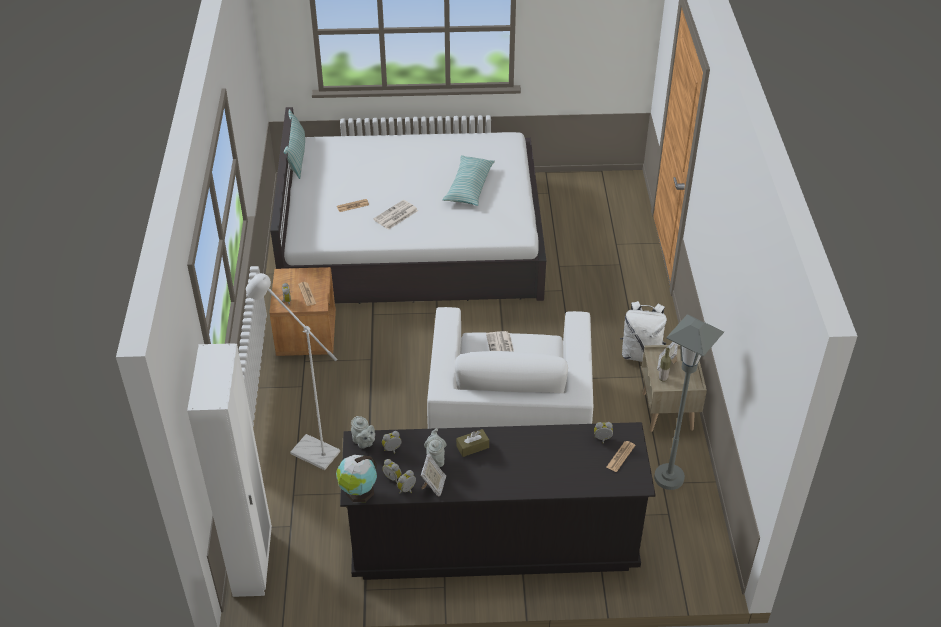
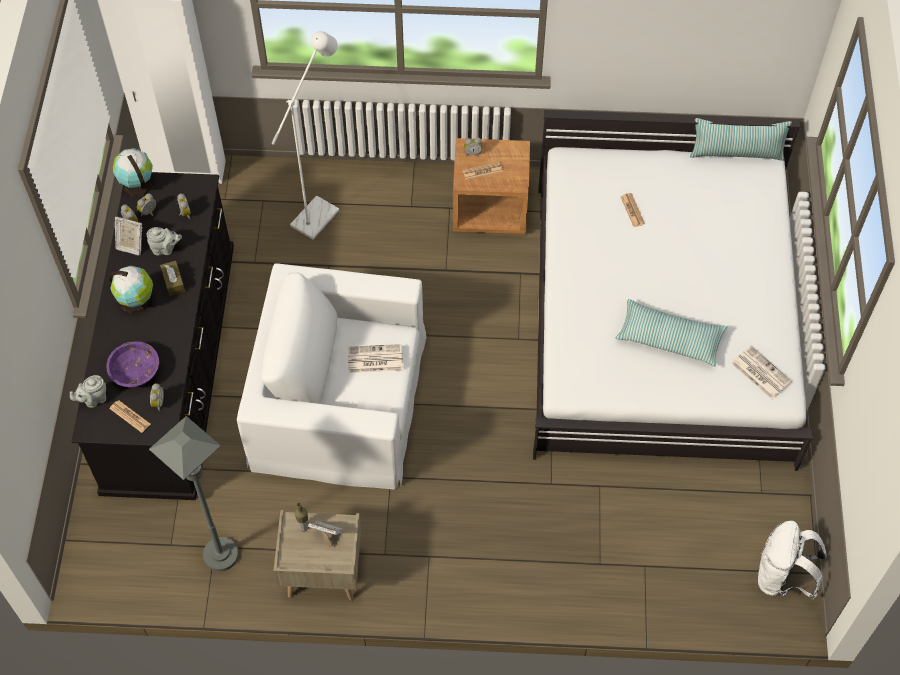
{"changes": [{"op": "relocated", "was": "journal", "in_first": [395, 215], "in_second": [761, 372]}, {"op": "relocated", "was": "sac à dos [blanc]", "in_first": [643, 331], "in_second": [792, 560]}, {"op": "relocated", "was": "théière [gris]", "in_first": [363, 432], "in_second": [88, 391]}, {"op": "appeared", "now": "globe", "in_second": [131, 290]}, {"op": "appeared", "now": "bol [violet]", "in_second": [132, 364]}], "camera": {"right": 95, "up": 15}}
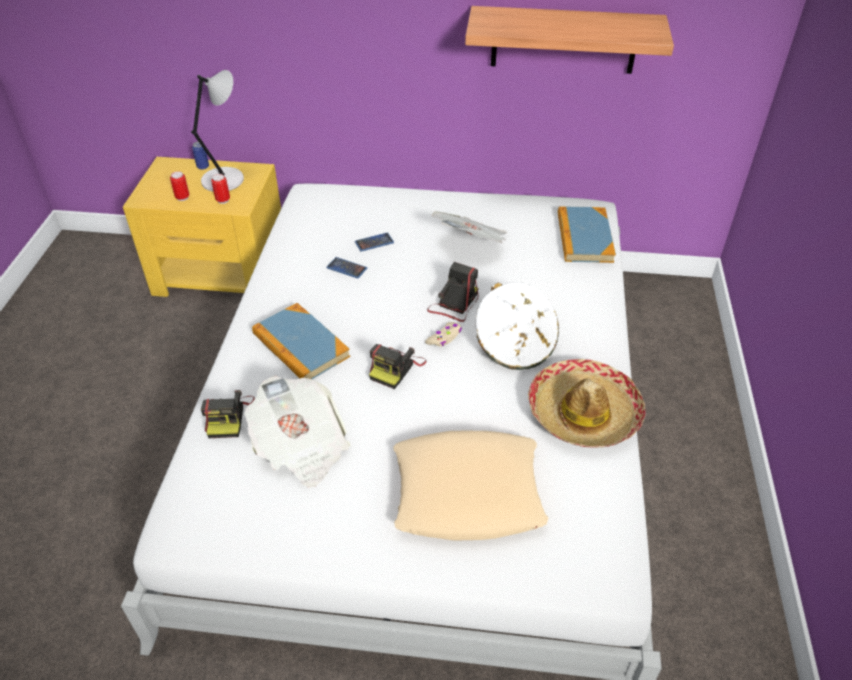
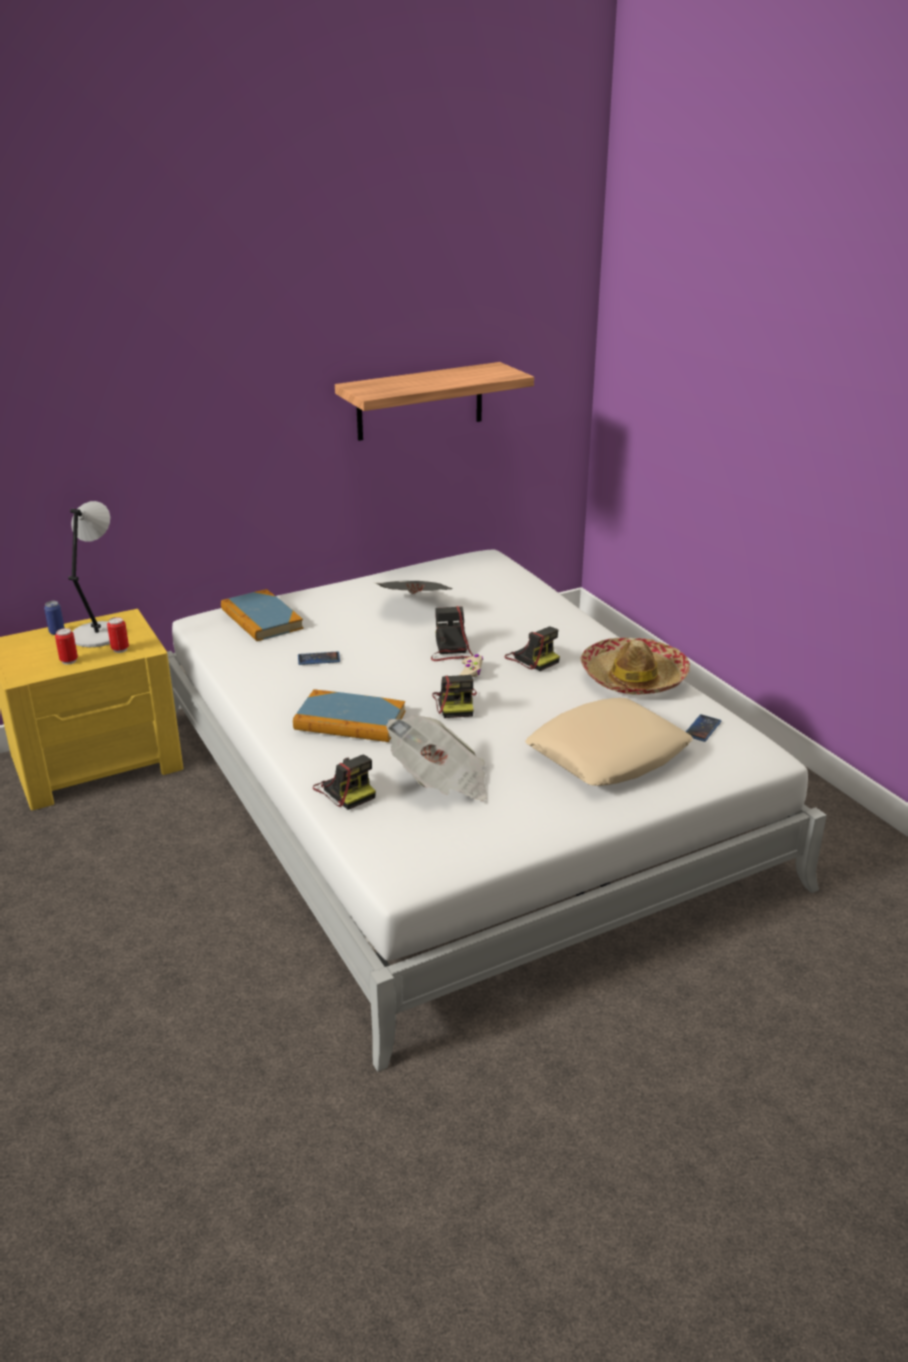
{"changes": [{"op": "relocated", "was": "livre", "in_first": [587, 234], "in_second": [262, 615]}, {"op": "relocated", "was": "téléphone", "in_first": [374, 242], "in_second": [703, 728]}, {"op": "exchanged", "was": "chapeau [blanc]", "now": "appareil photo", "in_first": [517, 326], "in_second": [532, 648]}], "camera": {"right": -35, "up": -15}}
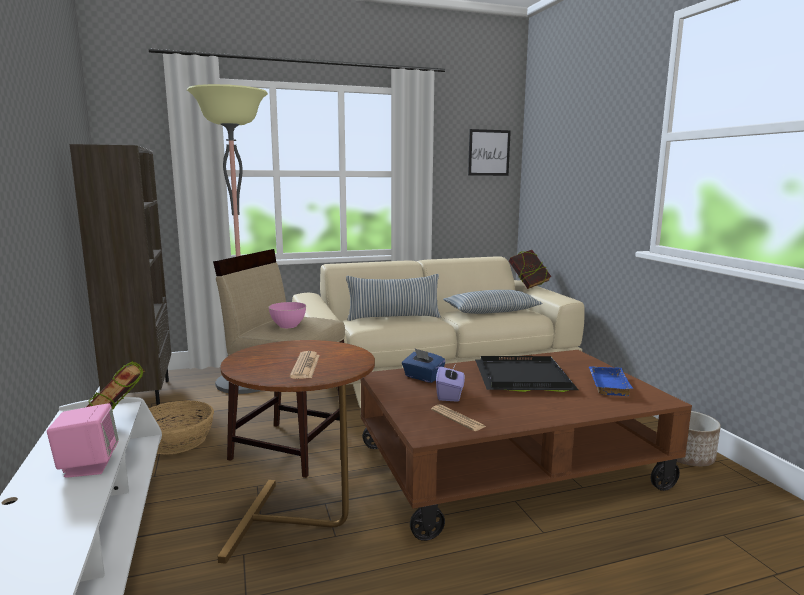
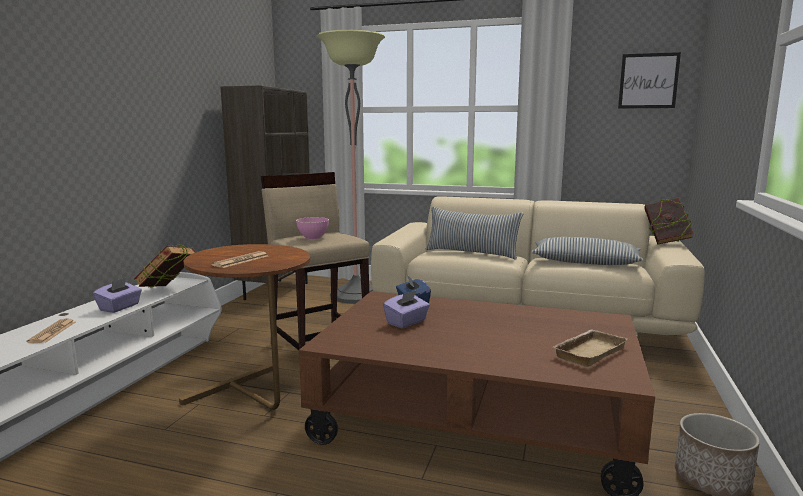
{"changes": [{"op": "missing", "was": "plateau [noir]", "in_first": [526, 374]}, {"op": "colour", "was": "plateau [bleu]", "now": "plateau [beige]", "in_first": [611, 381], "in_second": [590, 348]}, {"op": "missing", "was": "panier", "in_first": [181, 427]}, {"op": "exchanged", "was": "enceinte [rose]", "now": "boîte à mouchoirs [violet]", "in_first": [83, 440], "in_second": [117, 295]}, {"op": "relocated", "was": "journal", "in_first": [458, 417], "in_second": [51, 330]}], "camera": {"right": 35, "up": 0}}
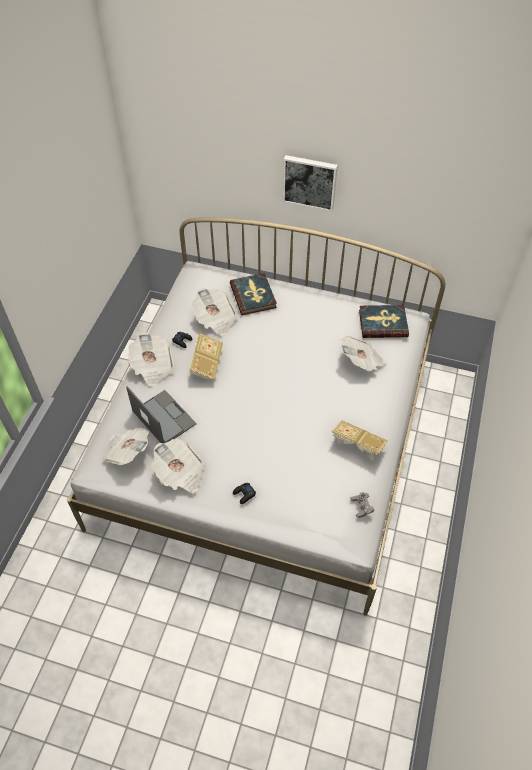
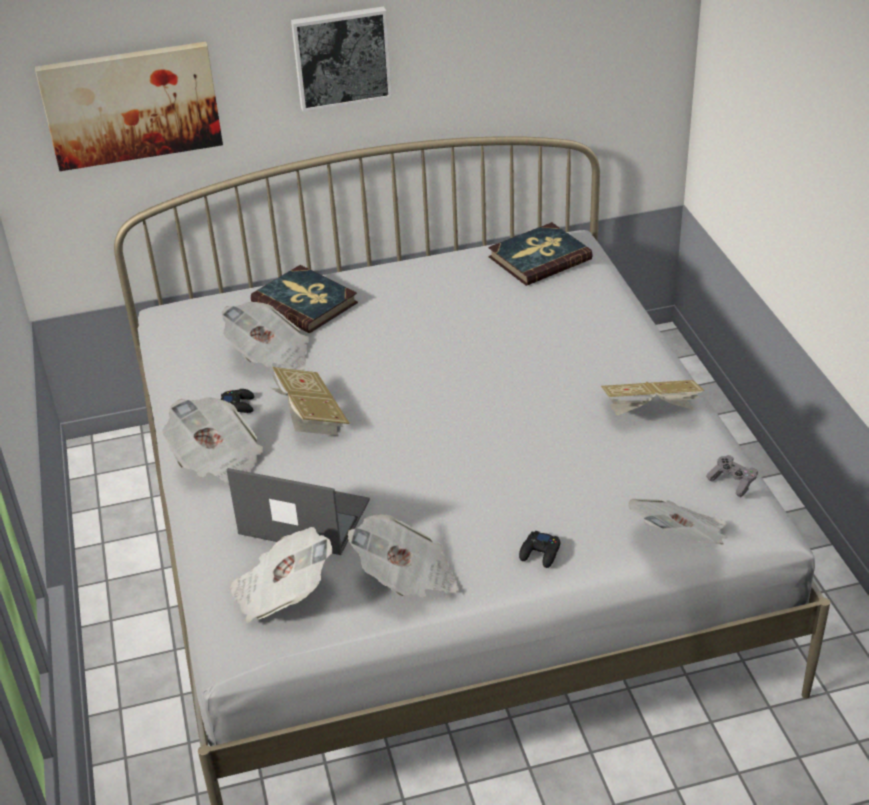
{"changes": [{"op": "relocated", "was": "journal", "in_first": [363, 354], "in_second": [677, 522]}, {"op": "appeared", "now": "tableau", "in_second": [129, 106]}], "camera": {"right": -30, "up": -15}}
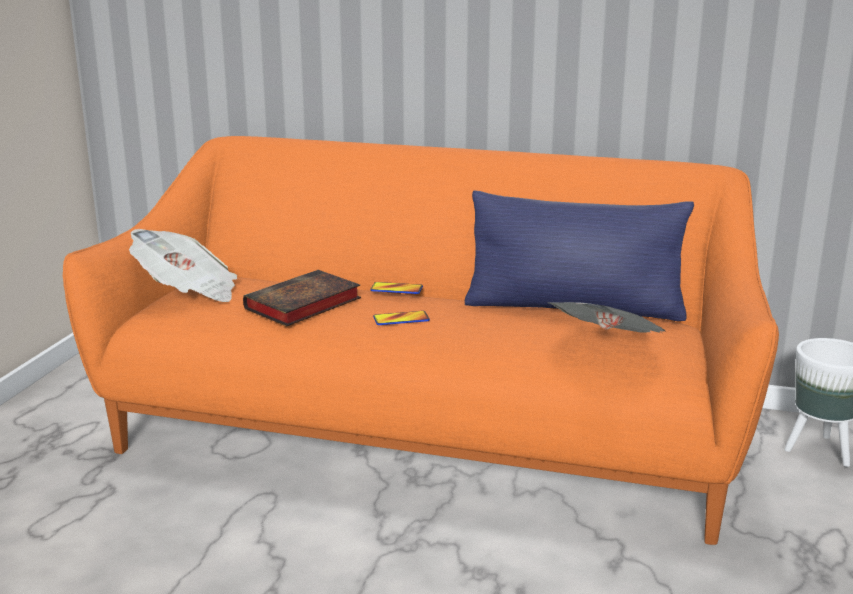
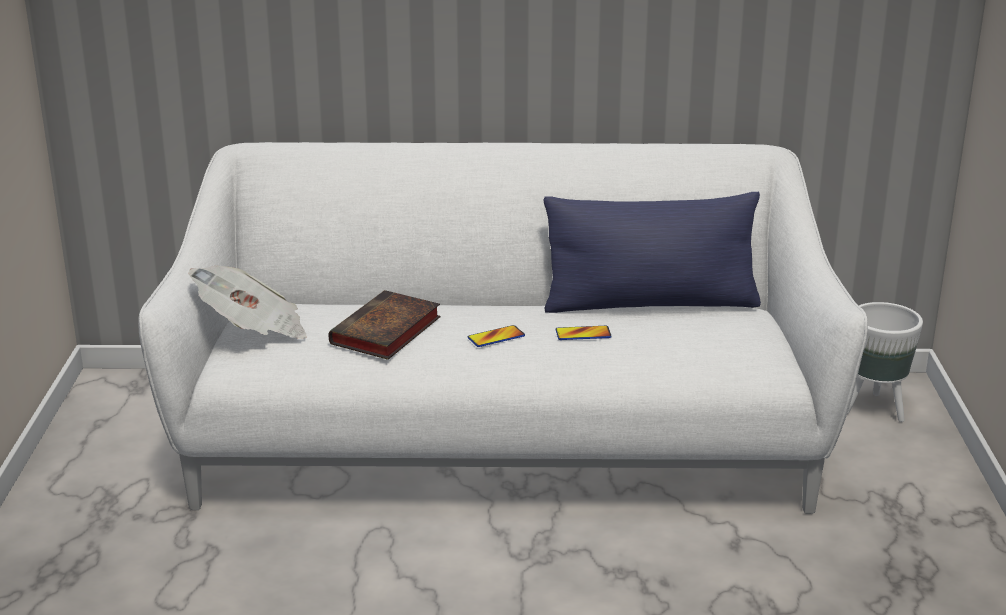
{"changes": [{"op": "colour", "was": "canapé [orange]", "now": "canapé [blanc]", "in_first": [421, 340], "in_second": [503, 328]}, {"op": "relocated", "was": "téléphone", "in_first": [396, 288], "in_second": [583, 333]}, {"op": "missing", "was": "journal", "in_first": [606, 317]}], "camera": {"right": -15, "up": 5}}
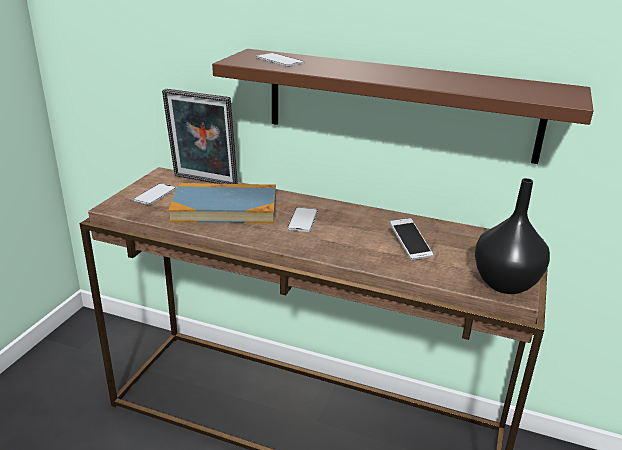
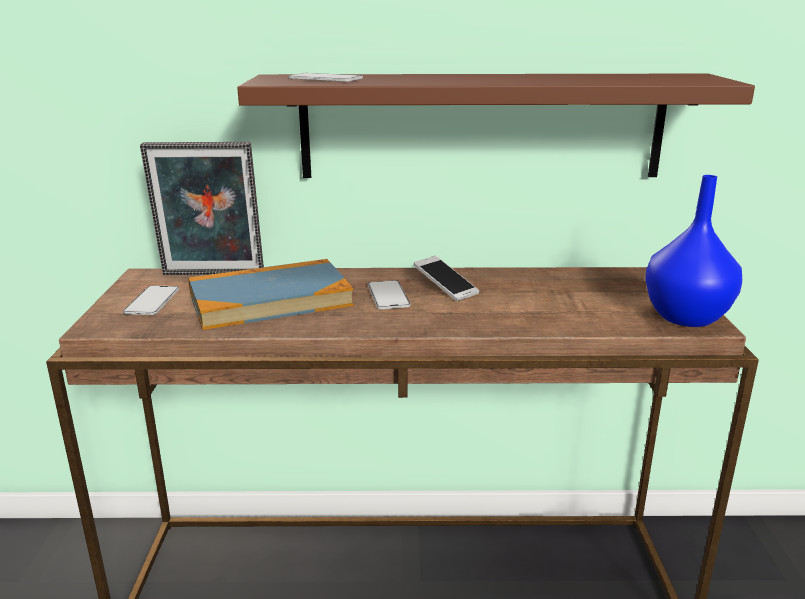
{"changes": [{"op": "colour", "was": "vase [noir]", "now": "vase [bleu]", "in_first": [512, 236], "in_second": [693, 251]}, {"op": "relocated", "was": "téléphone", "in_first": [411, 239], "in_second": [446, 278]}], "camera": {"right": -20, "up": -5}}
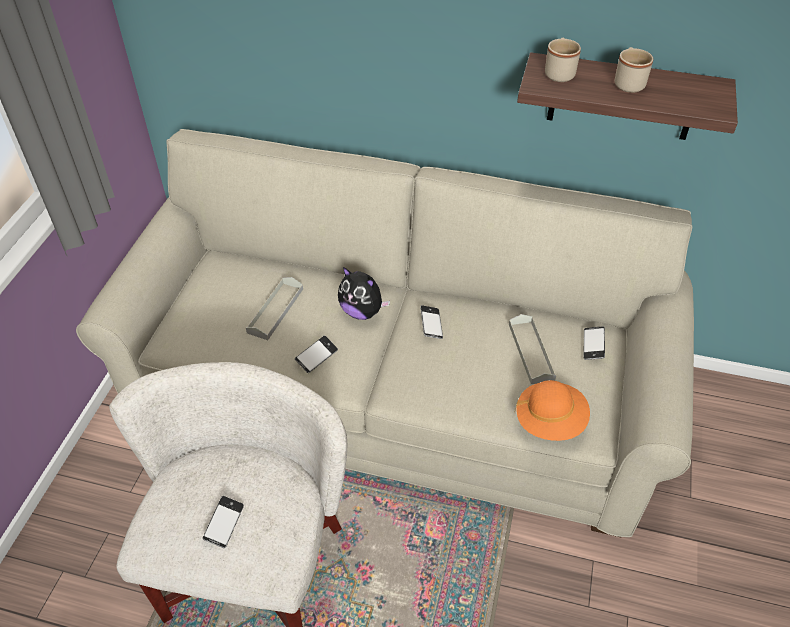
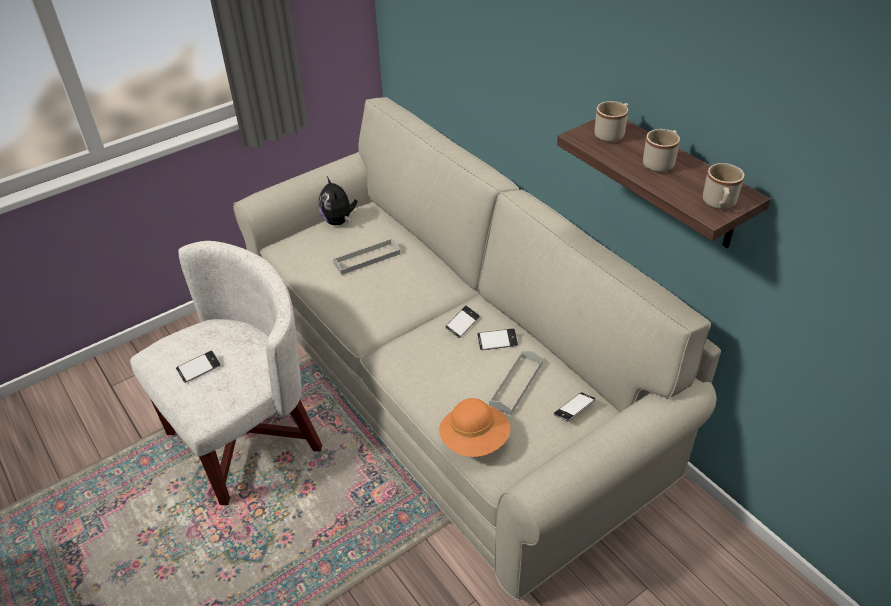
{"changes": [{"op": "relocated", "was": "peluche", "in_first": [364, 293], "in_second": [338, 200]}, {"op": "relocated", "was": "téléphone", "in_first": [316, 354], "in_second": [497, 339]}, {"op": "appeared", "now": "mug [beige]", "in_second": [723, 186]}], "camera": {"right": 40, "up": -5}}
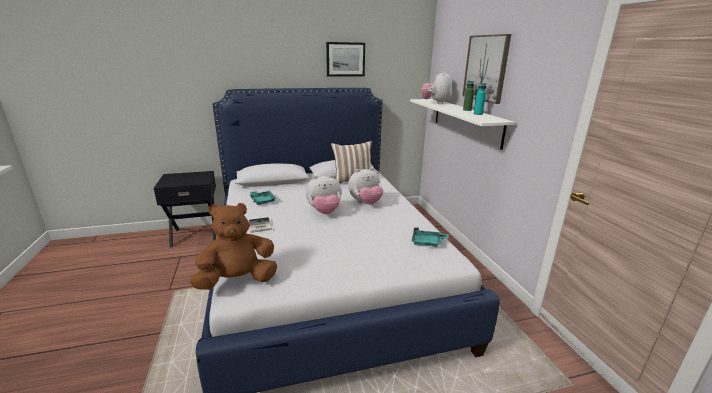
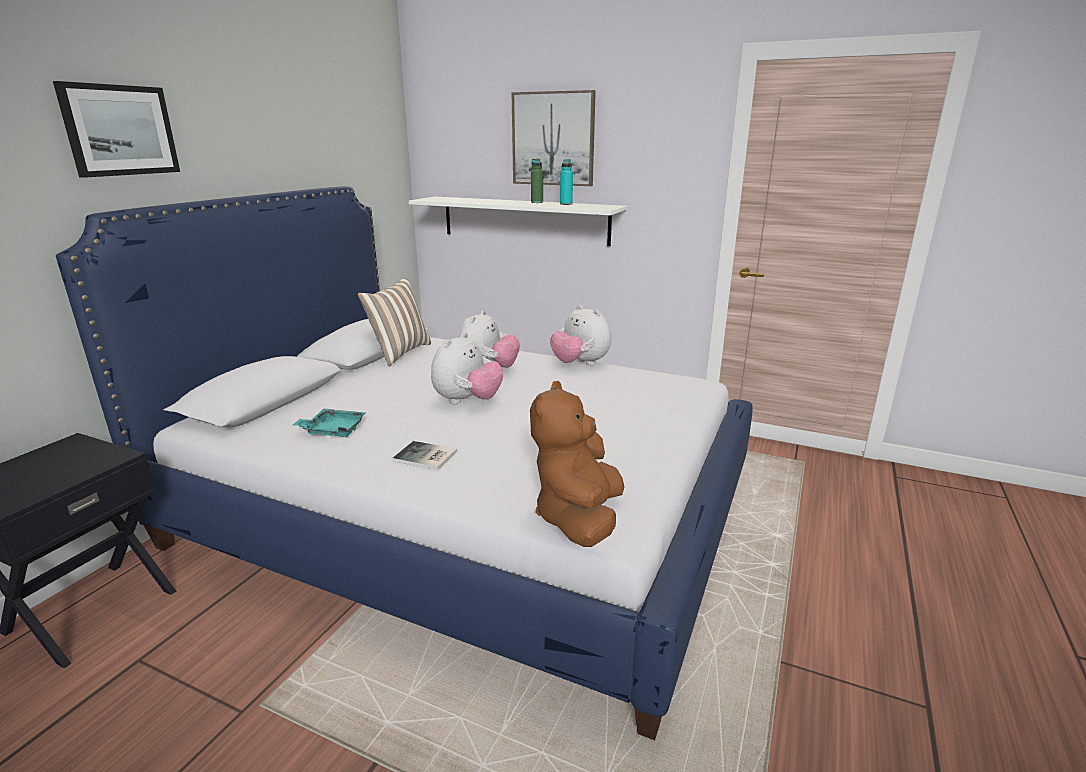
{"changes": [{"op": "relocated", "was": "tableau", "in_first": [345, 59], "in_second": [116, 129]}, {"op": "relocated", "was": "peluche", "in_first": [437, 87], "in_second": [580, 335]}, {"op": "missing", "was": "plateau [turquoise]", "in_first": [430, 237]}], "camera": {"right": -50, "up": 0}}
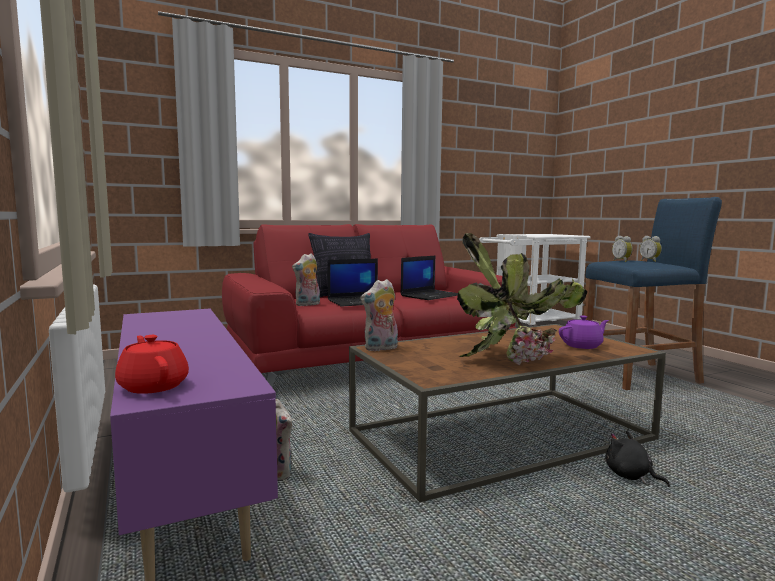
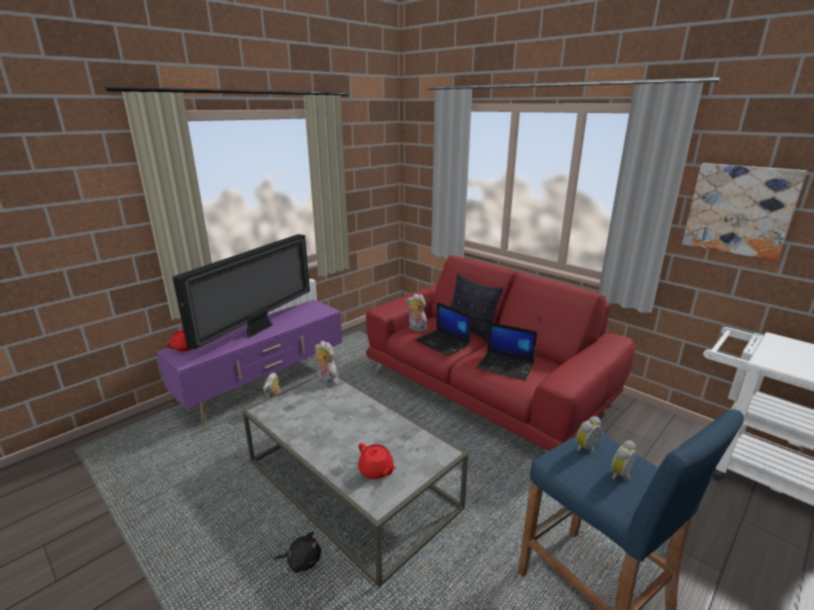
{"changes": [{"op": "missing", "was": "plante en pot", "in_first": [522, 299]}, {"op": "colour", "was": "théière [violet]", "now": "théière [rouge]", "in_first": [584, 332], "in_second": [377, 461]}, {"op": "colour", "was": "table basse [marron]", "now": "table basse [gris]", "in_first": [507, 413], "in_second": [355, 481]}, {"op": "spun", "was": "peluche [noir]", "in_first": [637, 459], "in_second": [297, 552], "clockwise": 60}, {"op": "appeared", "now": "tableau", "in_second": [744, 212]}, {"op": "appeared", "now": "téléviseur", "in_second": [241, 292]}], "camera": {"right": 70, "up": 15}}
